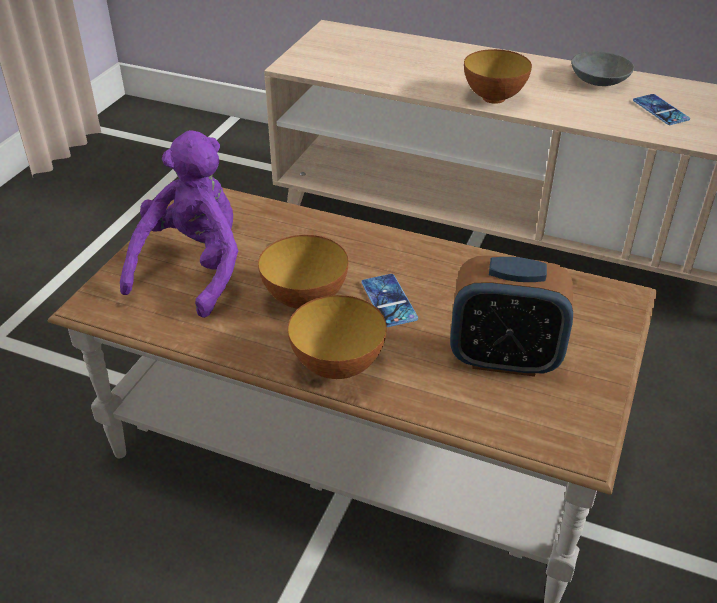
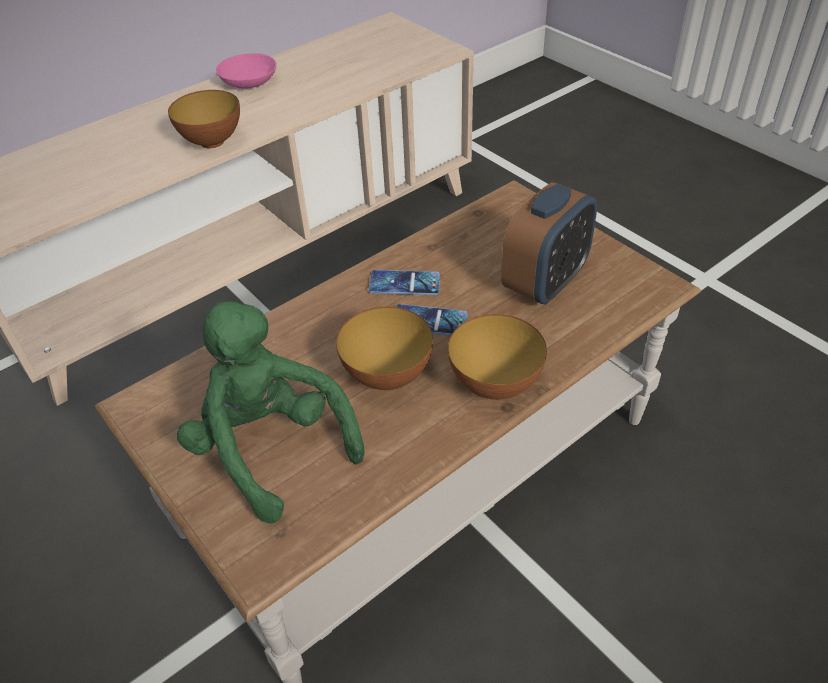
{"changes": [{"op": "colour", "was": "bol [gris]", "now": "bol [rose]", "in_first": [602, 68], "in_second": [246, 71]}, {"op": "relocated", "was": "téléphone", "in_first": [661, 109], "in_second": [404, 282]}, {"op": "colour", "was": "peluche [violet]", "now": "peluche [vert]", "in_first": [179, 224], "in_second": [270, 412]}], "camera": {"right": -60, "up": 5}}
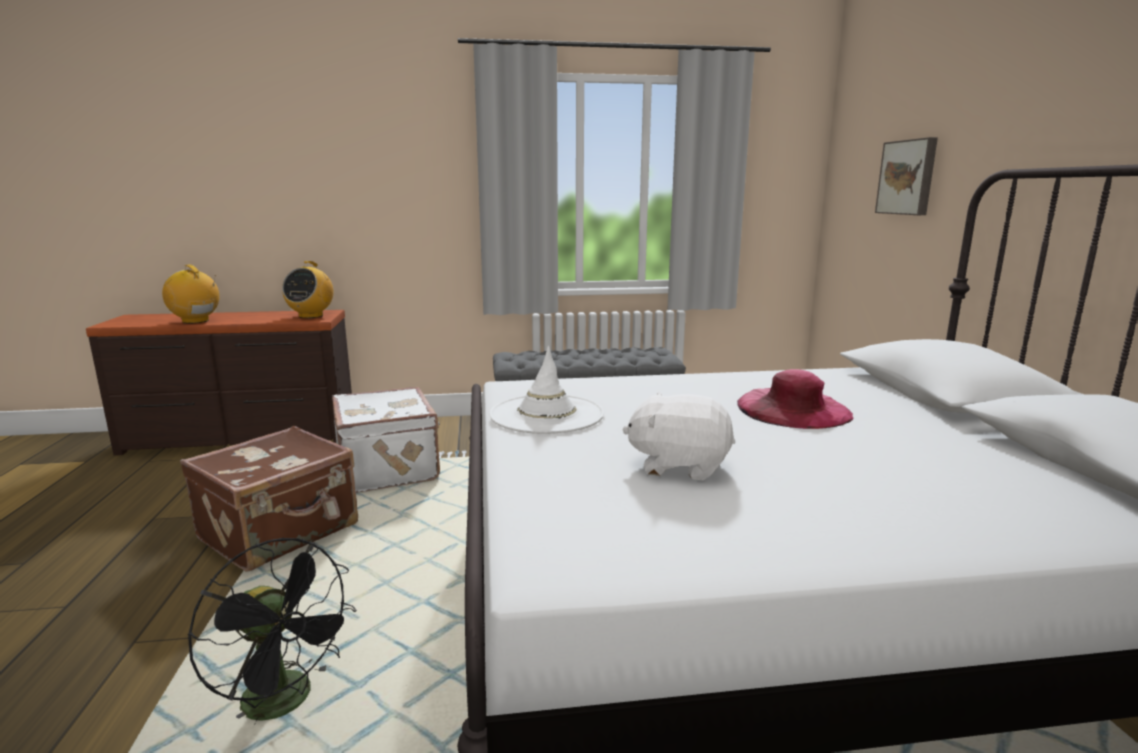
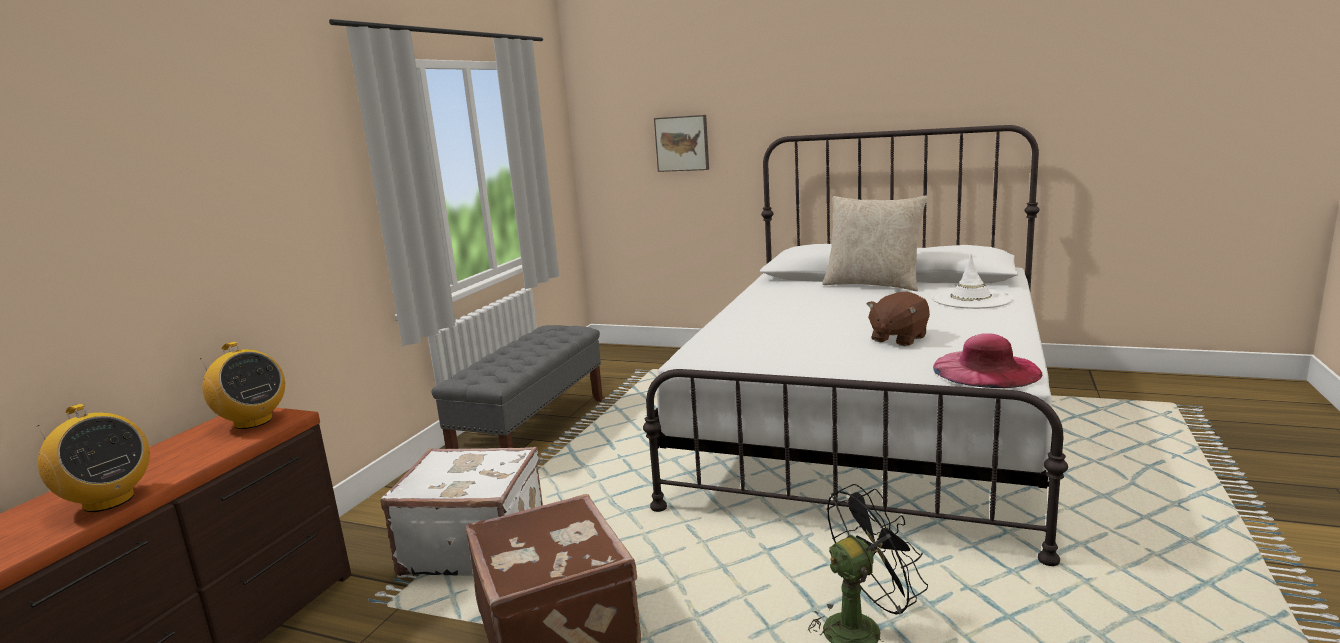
{"changes": [{"op": "spun", "was": "radio", "in_first": [191, 294], "in_second": [94, 458], "clockwise": -120}, {"op": "relocated", "was": "chapeau [blanc]", "in_first": [546, 390], "in_second": [972, 281]}, {"op": "relocated", "was": "chapeau [rose]", "in_first": [795, 399], "in_second": [987, 360]}, {"op": "colour", "was": "peluche [blanc]", "now": "peluche [marron]", "in_first": [679, 436], "in_second": [898, 318]}, {"op": "appeared", "now": "coussin [beige]", "in_second": [875, 243]}], "camera": {"right": -60, "up": 0}}
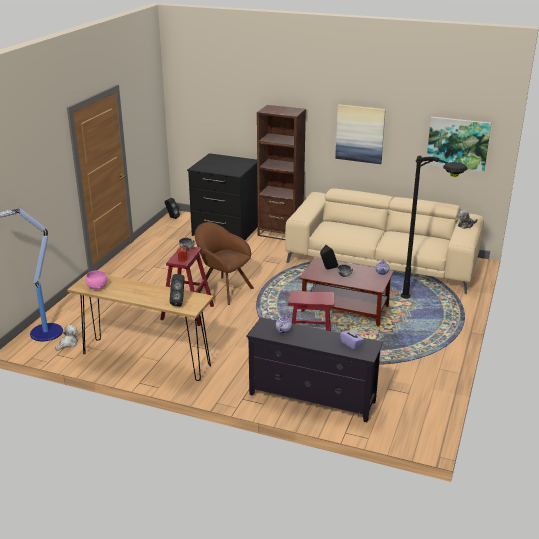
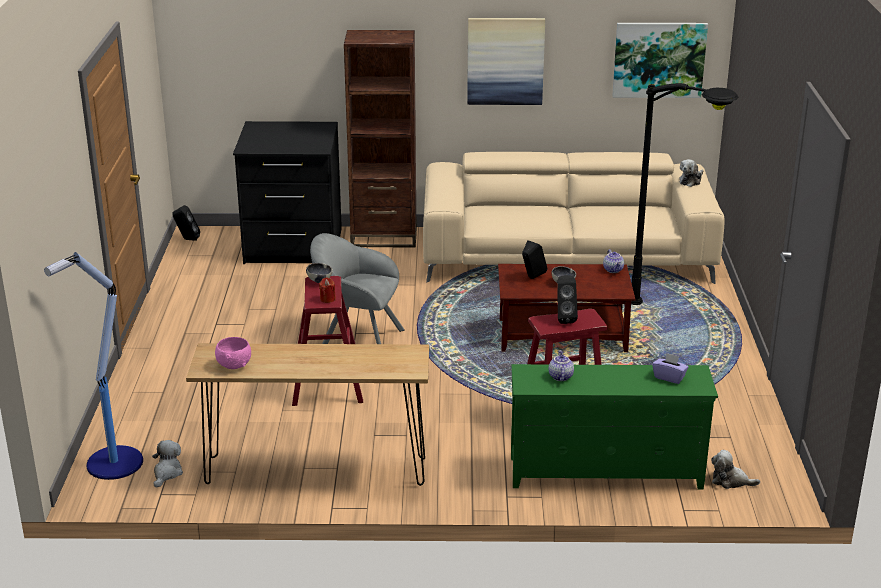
{"changes": [{"op": "colour", "was": "fauteuil [marron]", "now": "fauteuil [gris]", "in_first": [224, 263], "in_second": [357, 288]}, {"op": "relocated", "was": "enceinte [noir]", "in_first": [177, 290], "in_second": [568, 299]}, {"op": "colour", "was": "meuble télé [noir]", "now": "meuble télé [vert]", "in_first": [314, 369], "in_second": [614, 427]}, {"op": "appeared", "now": "peluche", "in_second": [736, 469]}], "camera": {"right": -20, "up": 0}}
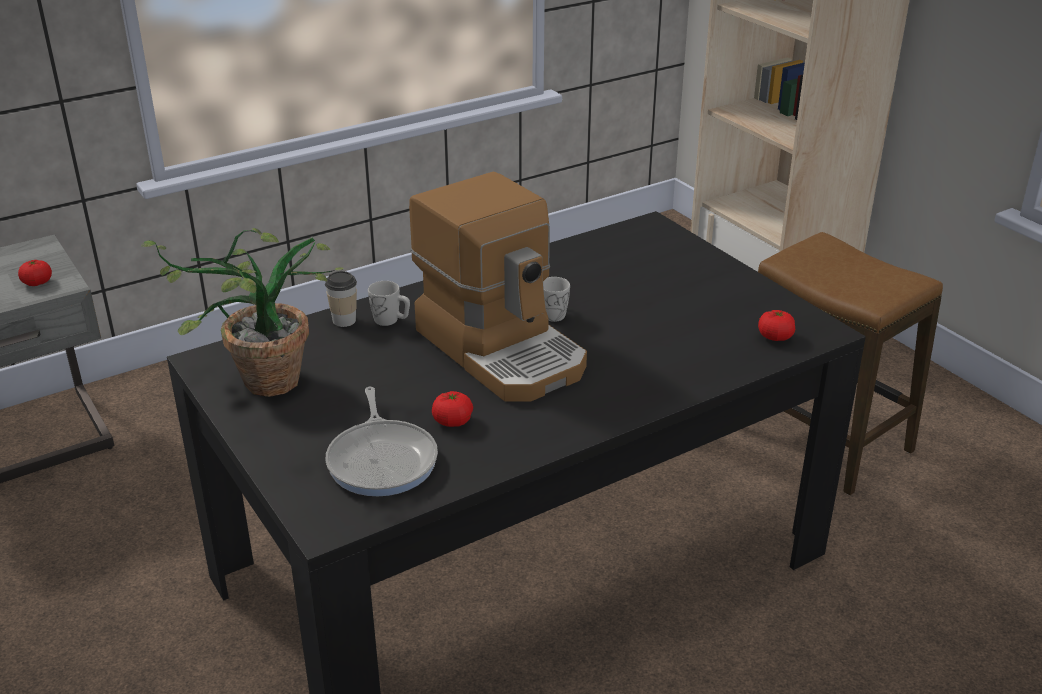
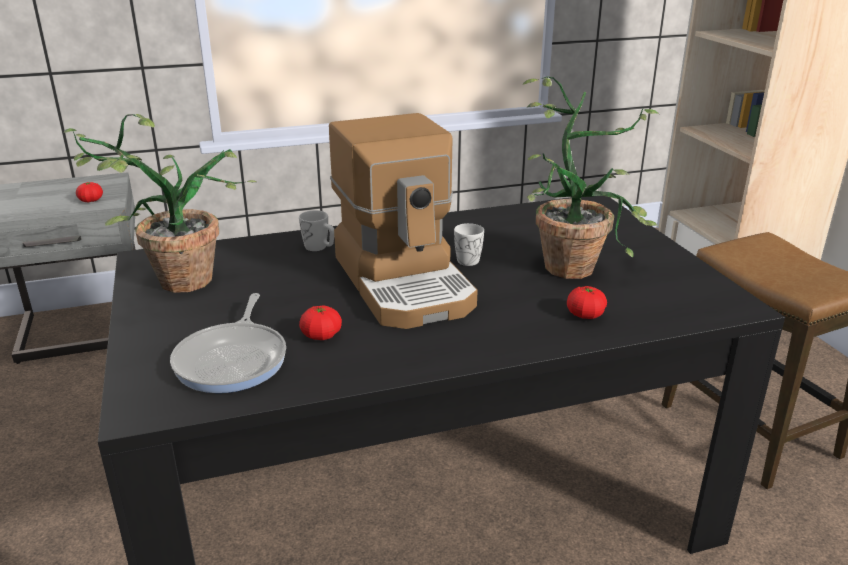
{"changes": [{"op": "missing", "was": "tasse", "in_first": [341, 299]}, {"op": "relocated", "was": "tomate", "in_first": [776, 325], "in_second": [587, 302]}, {"op": "appeared", "now": "plante en pot", "in_second": [591, 177]}], "camera": {"right": 15, "up": -5}}
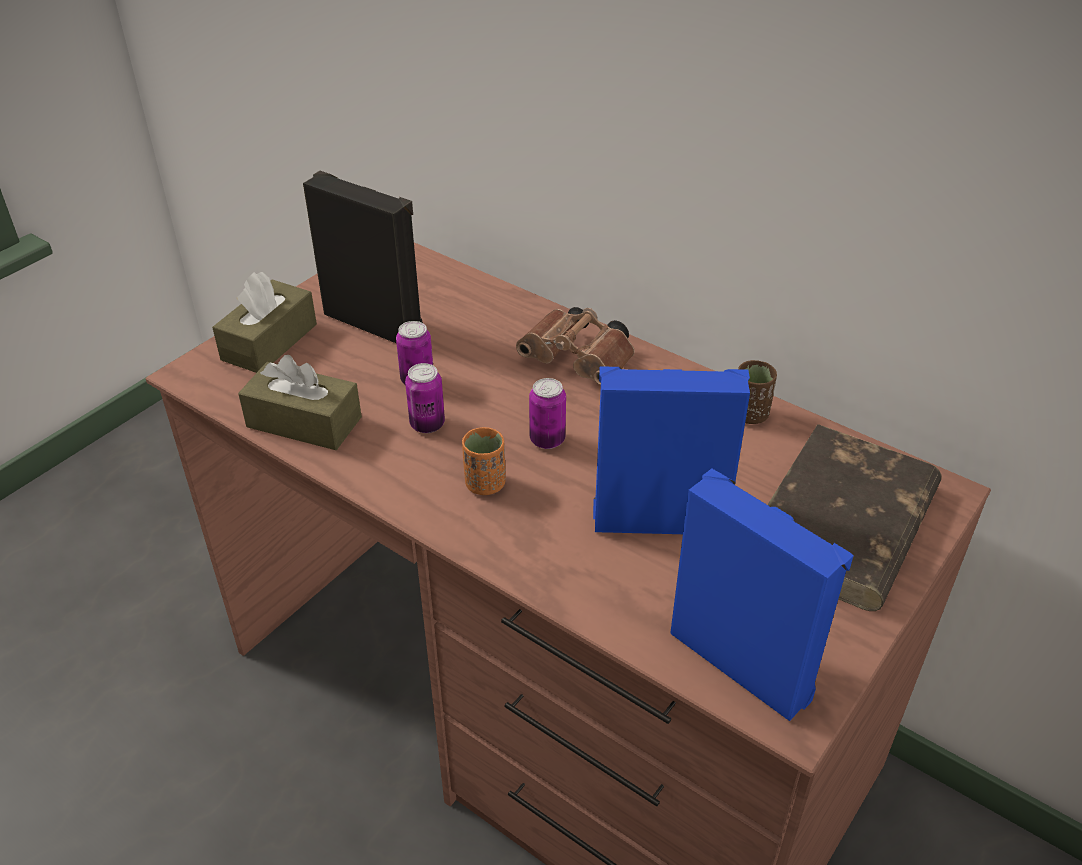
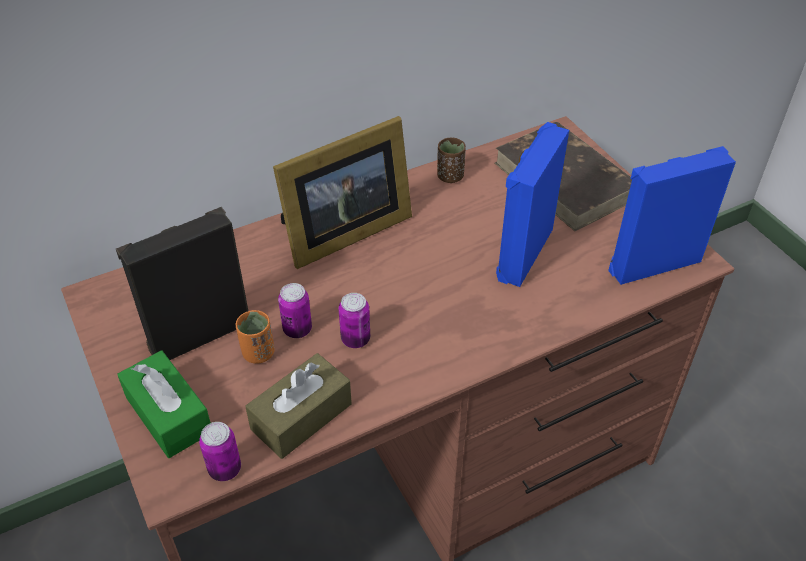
{"changes": [{"op": "colour", "was": "boîte à mouchoirs [marron]", "now": "boîte à mouchoirs [vert]", "in_first": [264, 322], "in_second": [164, 404]}, {"op": "exchanged", "was": "jumelles [marron]", "now": "cadre photo", "in_first": [575, 346], "in_second": [342, 192]}, {"op": "relocated", "was": "boîte métallique", "in_first": [547, 413], "in_second": [220, 451]}, {"op": "relocated", "was": "tasse [orange]", "in_first": [484, 461], "in_second": [255, 337]}], "camera": {"right": -65, "up": 5}}
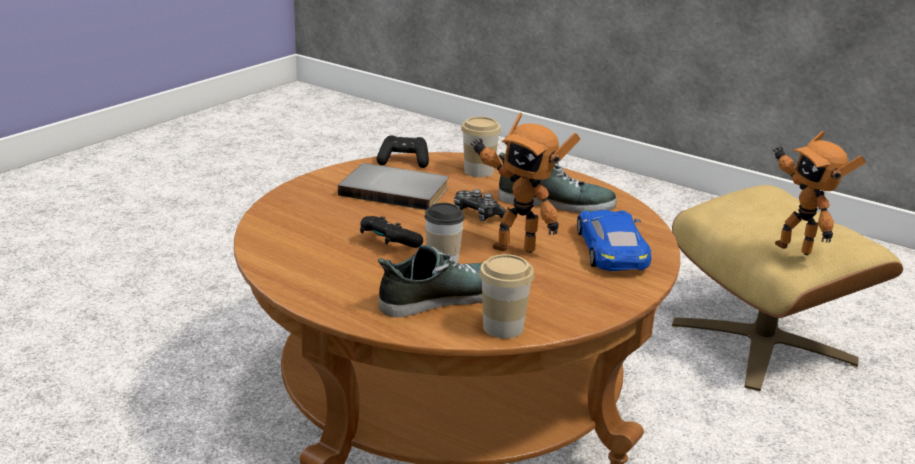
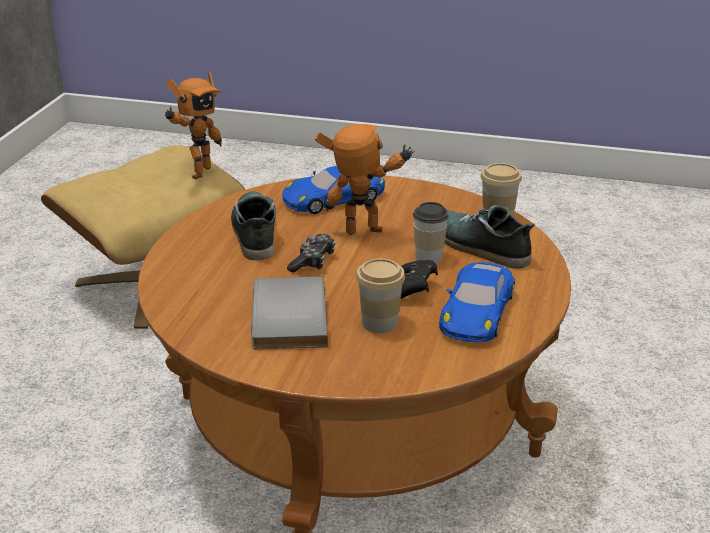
{"changes": [{"op": "spun", "was": "robot jouet", "in_first": [525, 182], "in_second": [364, 179], "clockwise": -90}, {"op": "relocated", "was": "tasse", "in_first": [481, 147], "in_second": [380, 295]}, {"op": "missing", "was": "manette [noir]", "in_first": [403, 151]}, {"op": "appeared", "now": "petite voiture [bleu]", "in_second": [477, 302]}], "camera": {"right": -110, "up": 5}}
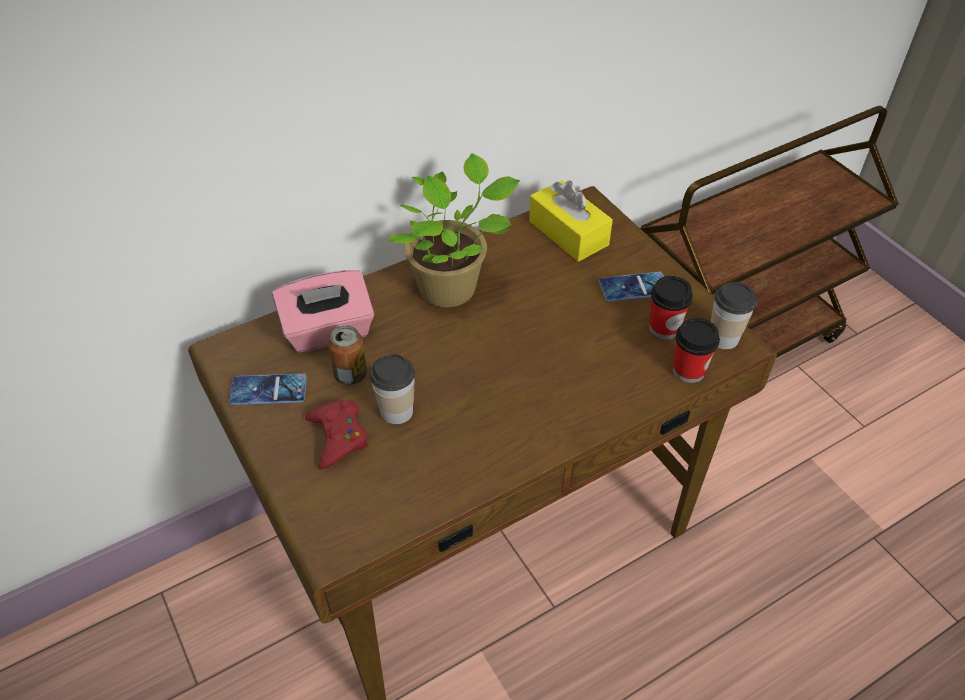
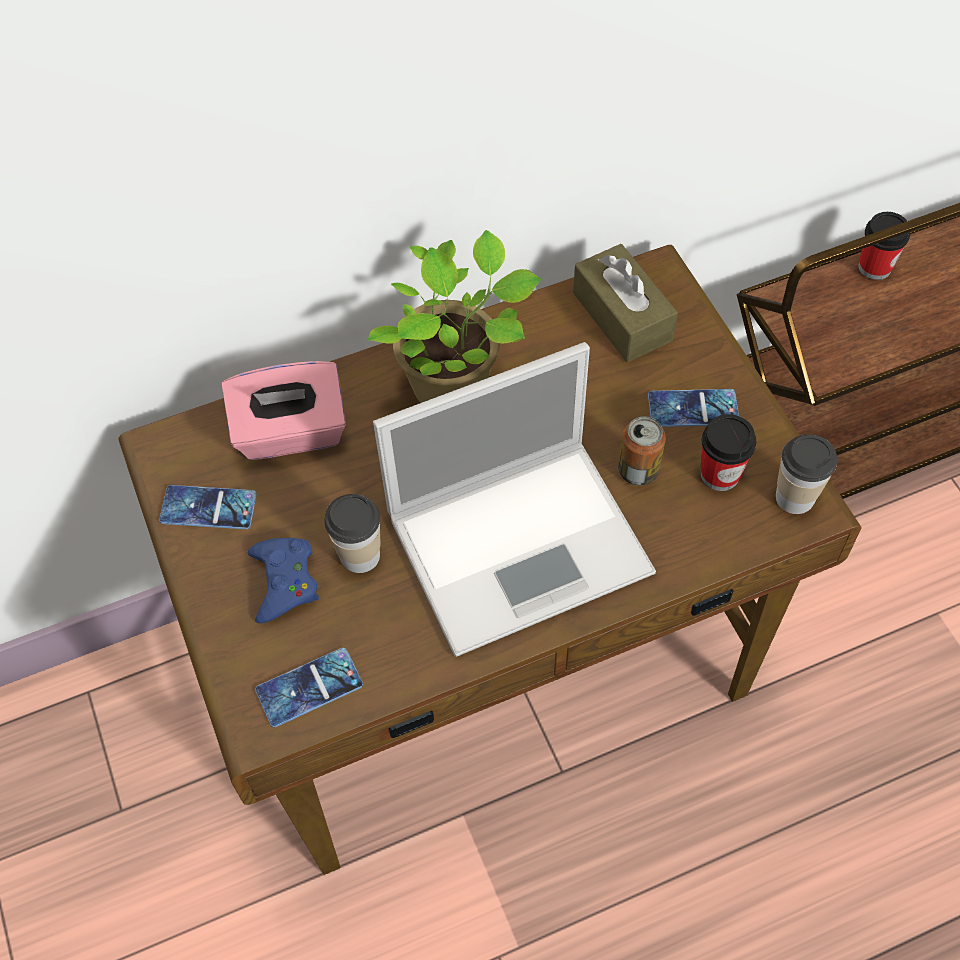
{"changes": [{"op": "colour", "was": "boîte à mouchoirs [jaune]", "now": "boîte à mouchoirs [marron]", "in_first": [571, 221], "in_second": [625, 303]}, {"op": "relocated", "was": "tasse", "in_first": [696, 350], "in_second": [884, 246]}, {"op": "relocated", "was": "boîte métallique", "in_first": [347, 355], "in_second": [642, 451]}, {"op": "colour", "was": "manette [rouge]", "now": "manette [bleu]", "in_first": [337, 434], "in_second": [283, 581]}, {"op": "appeared", "now": "ordinateur portable", "in_second": [514, 499]}, {"op": "appeared", "now": "téléphone", "in_second": [309, 687]}], "camera": {"right": 10, "up": 10}}
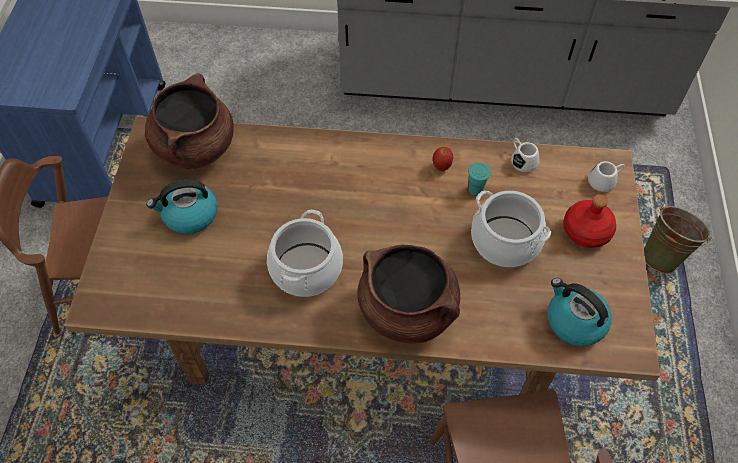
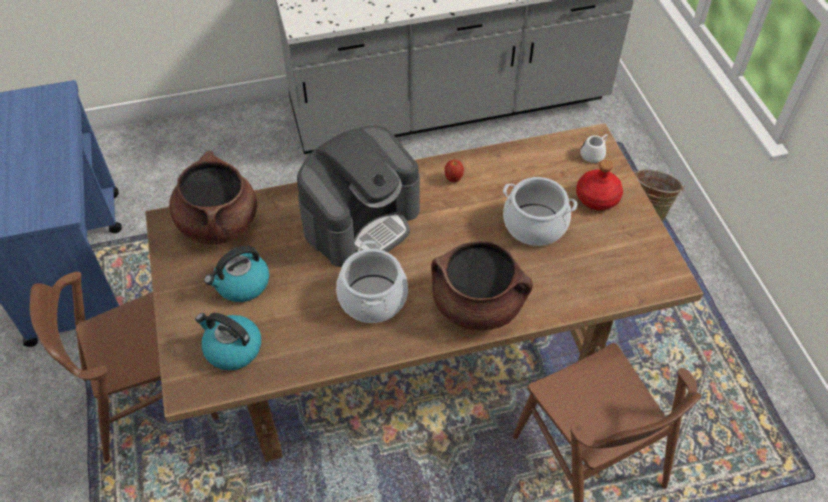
{"changes": [{"op": "missing", "was": "mug [blanc]", "in_first": [525, 155]}, {"op": "missing", "was": "tasse [turquoise]", "in_first": [479, 179]}, {"op": "relocated", "was": "bouilloire", "in_first": [580, 312], "in_second": [228, 341]}, {"op": "appeared", "now": "machine à café", "in_second": [358, 196]}], "camera": {"right": -20, "up": -5}}
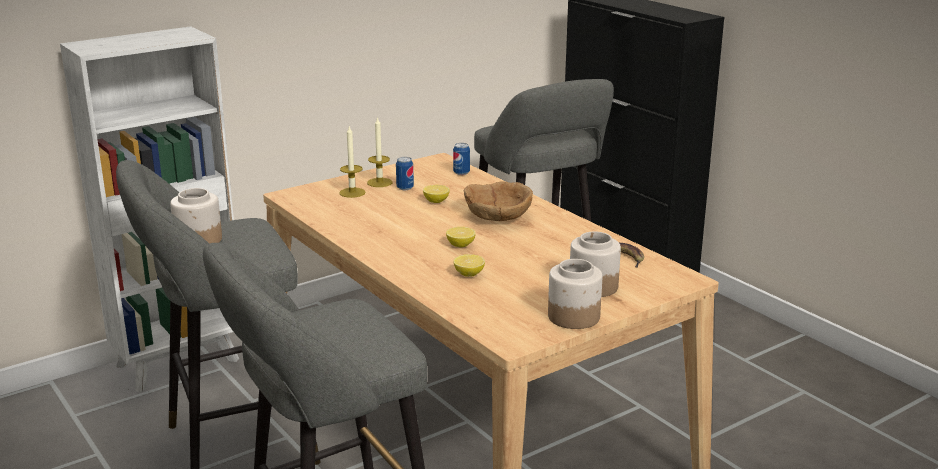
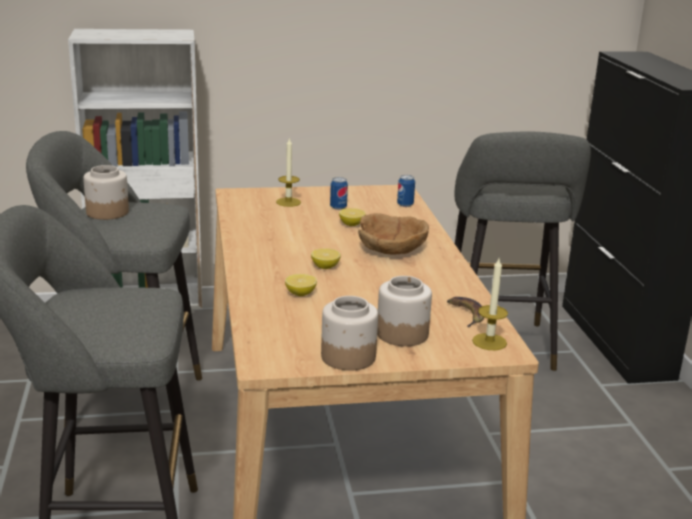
{"changes": [{"op": "relocated", "was": "bougie", "in_first": [379, 152], "in_second": [490, 304]}], "camera": {"right": 25, "up": 0}}
